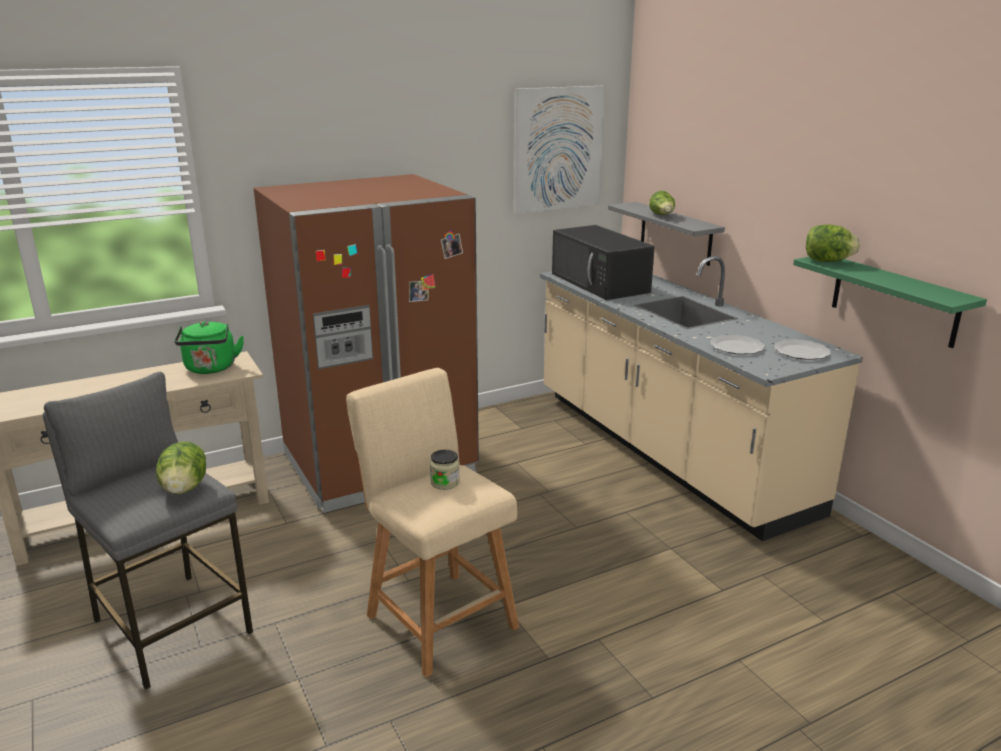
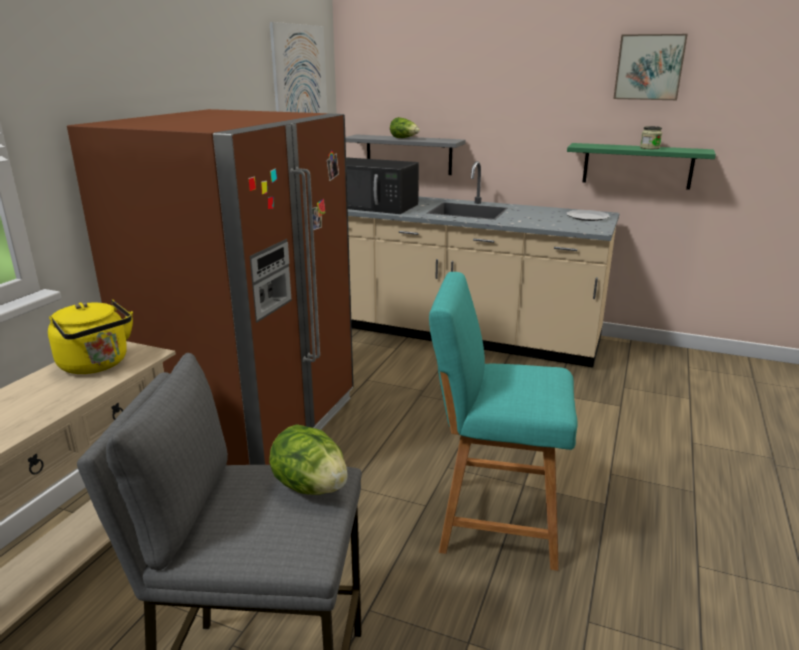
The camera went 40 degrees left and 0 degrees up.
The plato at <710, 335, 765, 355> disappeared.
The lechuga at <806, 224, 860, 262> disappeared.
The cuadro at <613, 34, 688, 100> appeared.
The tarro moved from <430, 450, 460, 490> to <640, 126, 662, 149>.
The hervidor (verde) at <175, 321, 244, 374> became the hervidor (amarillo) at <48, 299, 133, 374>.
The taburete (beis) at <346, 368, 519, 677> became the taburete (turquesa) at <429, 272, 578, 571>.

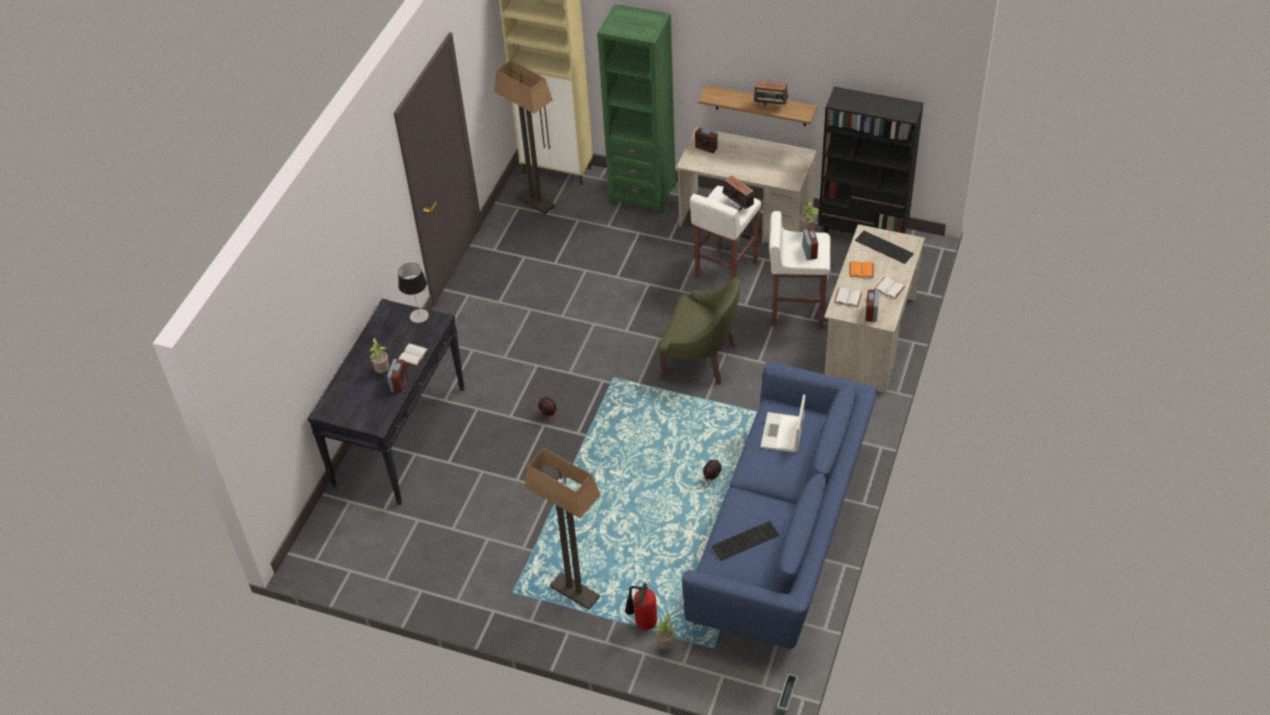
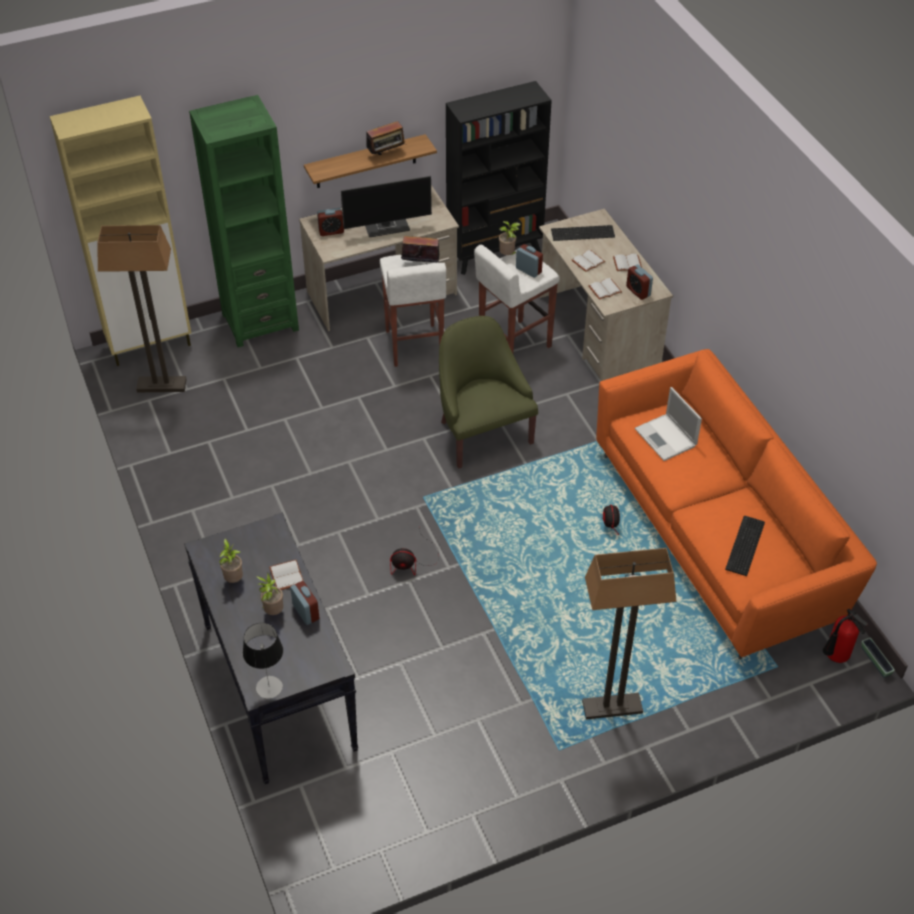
The camera went 45 degrees left and 0 degrees up.
The monitor at <341, 176, 432, 237> appeared.
The lámpara de mesa moved from <398, 263, 429, 323> to <243, 623, 283, 699>.
The extintor moved from <625, 583, 657, 630> to <822, 609, 868, 663>.
The planta en maceta moved from <655, 614, 675, 650> to <219, 538, 243, 583>.
The sofá (azul) at <682, 362, 877, 652> became the sofá (naranja) at <596, 349, 877, 659>.
The libro (naranja) at <850, 261, 874, 278> became the libro (blanco) at <572, 250, 605, 272>.
The sillón (verde) at <658, 277, 740, 385> turned 90 degrees counterclockwise.

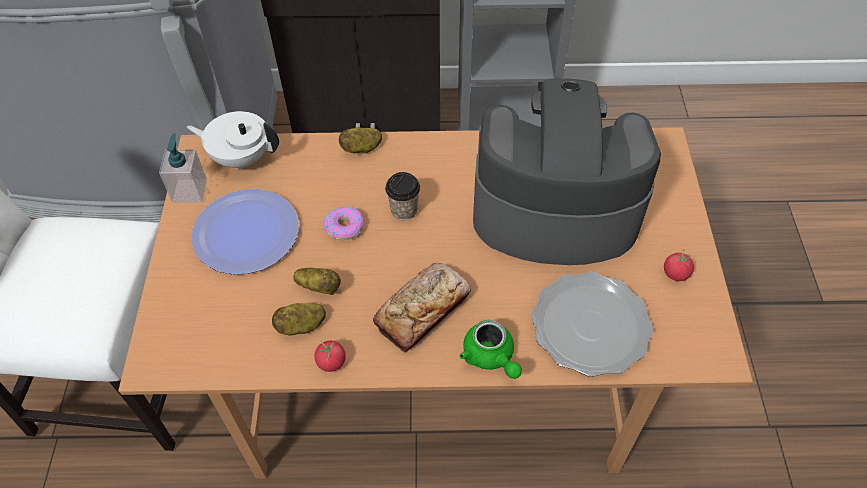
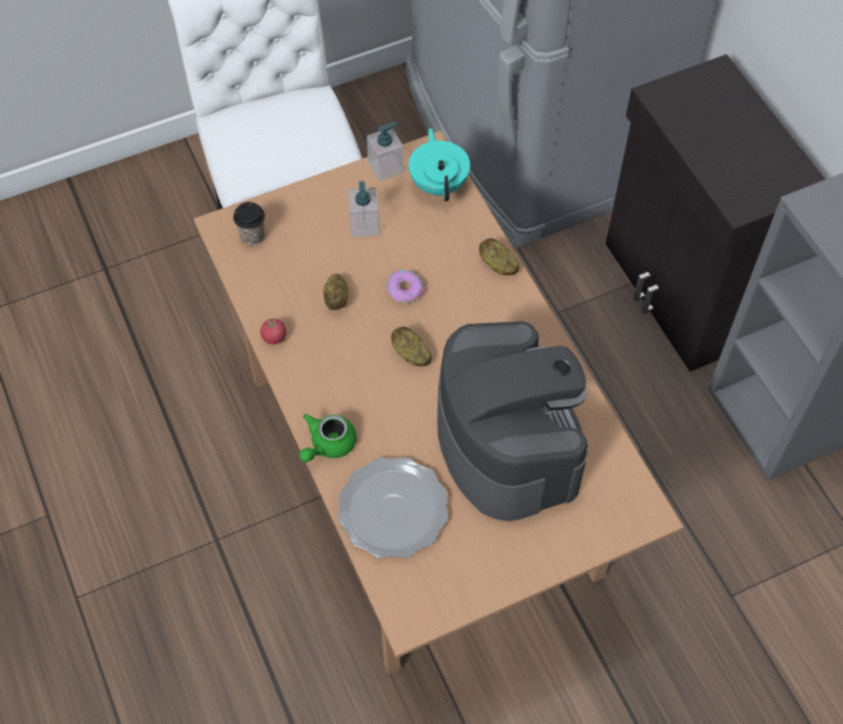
The camera went 65 degrees right and 5 degrees up.
The pan at <373, 263, 471, 353> disappeared.
The tomate at <664, 250, 694, 281> disappeared.
The patata moved from <272, 303, 326, 336> to <391, 326, 432, 366>.
The taza moved from <385, 172, 420, 220> to <233, 202, 265, 245>.
The plato at <191, 189, 299, 275> was replaced by the dispensador de jabón at <348, 181, 379, 237>.
The tetera (blanco) at <187, 111, 279, 169> became the tetera (turquesa) at <409, 128, 470, 201>.

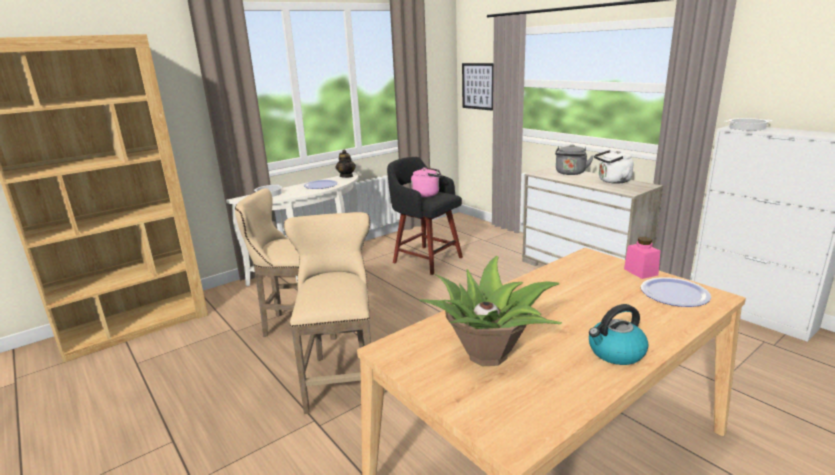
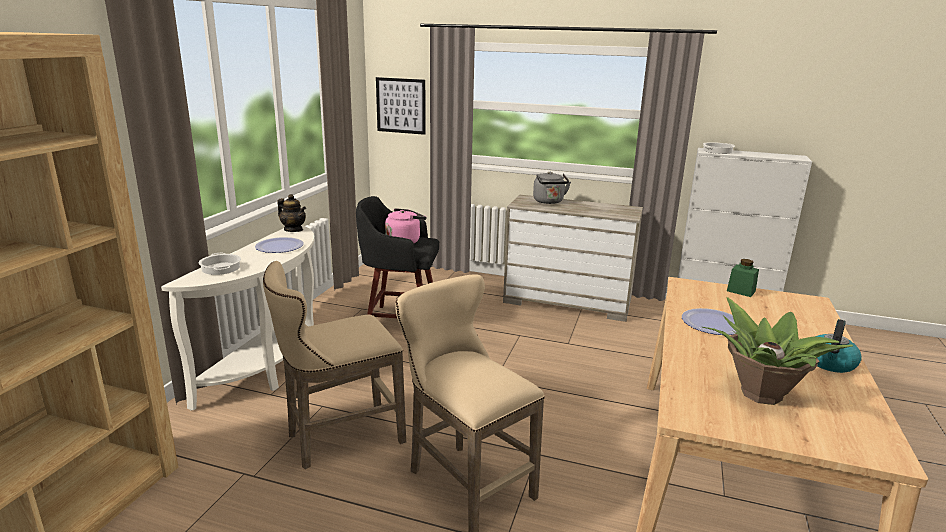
The camera went 35 degrees left and 0 degrees up.
The hervidor (blanco) at <594, 150, 634, 184> disappeared.
The plato moved from <641, 277, 711, 307> to <682, 308, 737, 335>.
The tarro (rosa) at <624, 237, 660, 279> became the tarro (verde) at <727, 259, 759, 297>.

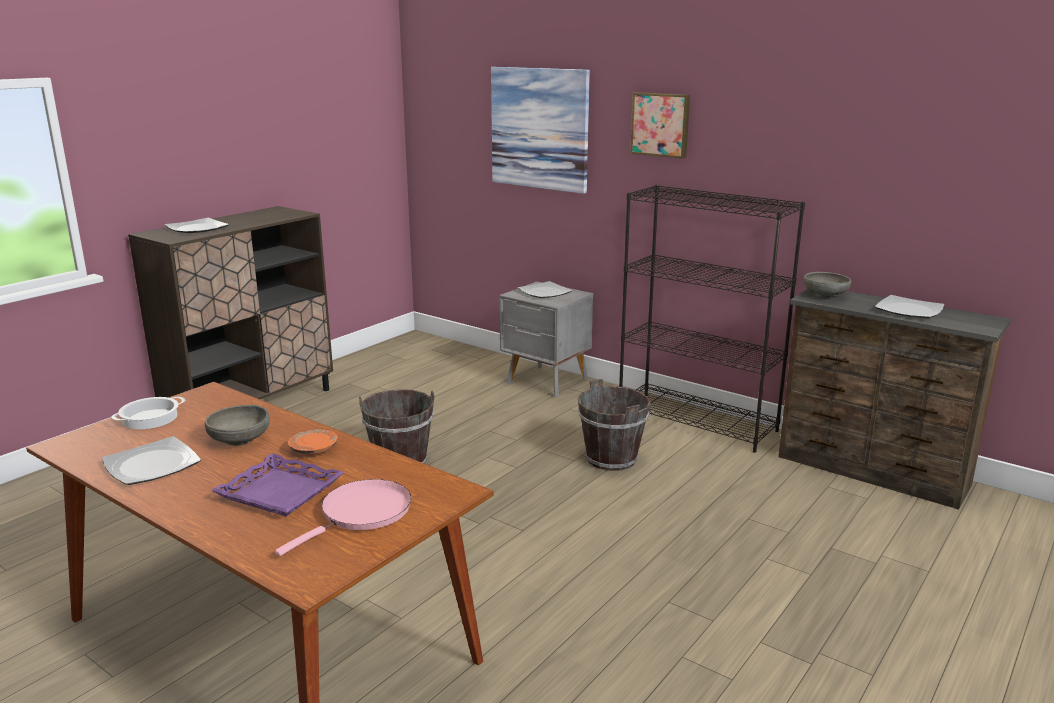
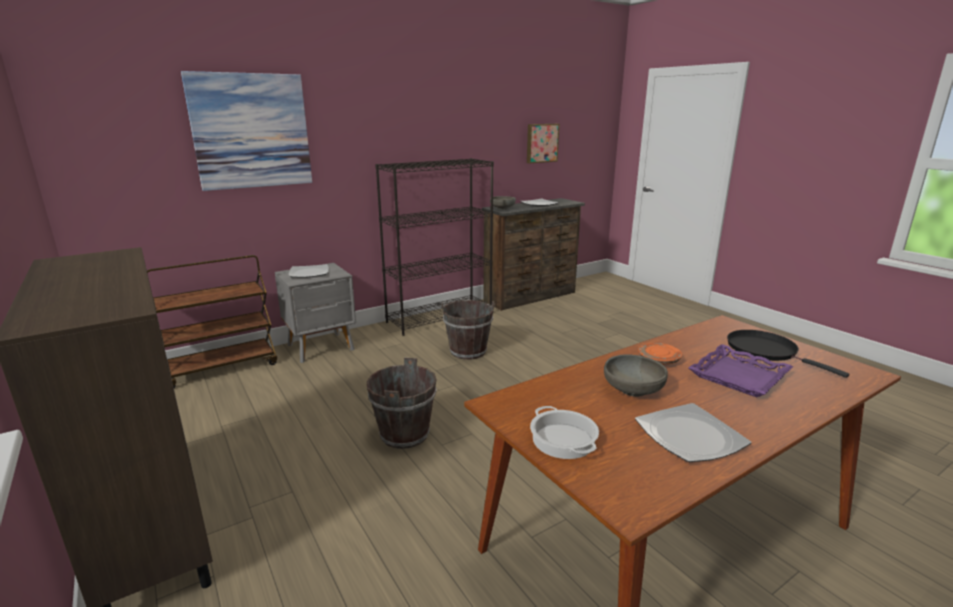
The camera went 70 degrees left and 0 degrees up.
The plato at <165, 218, 229, 233> disappeared.
The carrito (marrón) at <147, 255, 277, 388> appeared.
The cuadro moved from <630, 92, 690, 159> to <527, 124, 560, 163>.
The sartén (rosa) at <275, 479, 411, 556> became the sartén (negro) at <727, 330, 849, 378>.

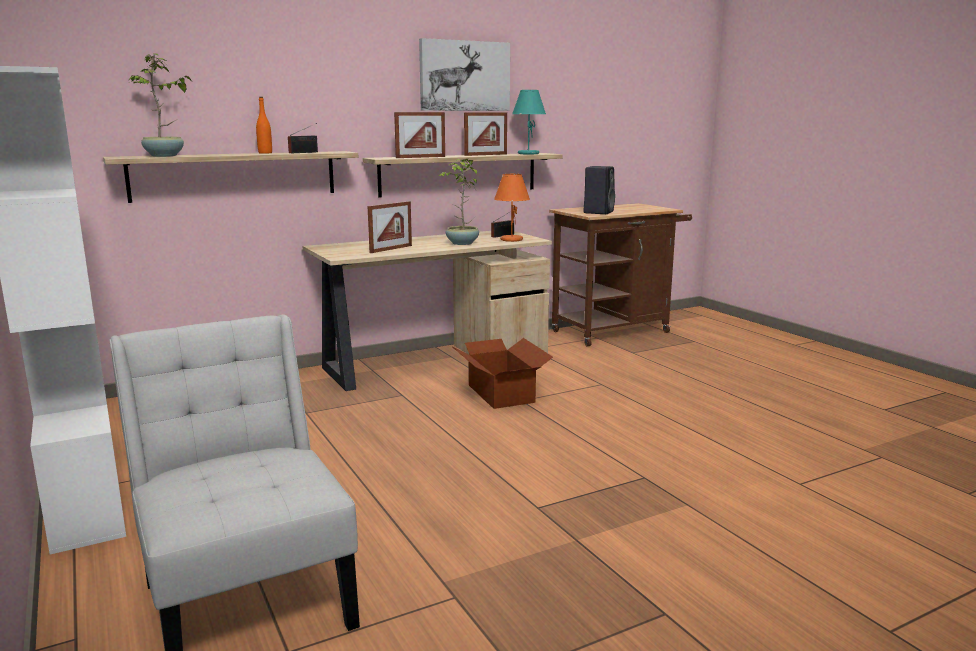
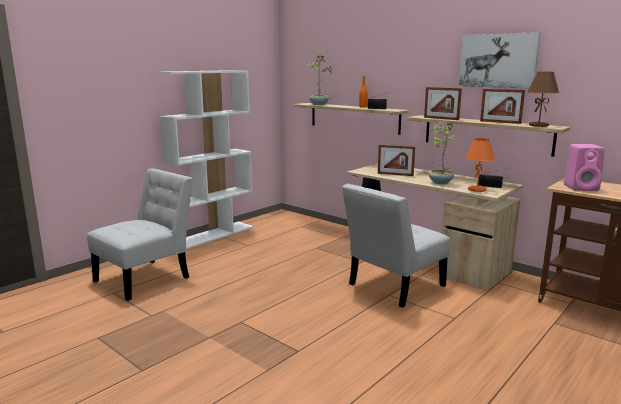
The camera went 70 degrees right and 0 degrees up.
The caja de cartón at <451, 338, 553, 409> was replaced by the silla (blanco) at <342, 184, 450, 308>.
The lámpara de mesa (turquesa) at <512, 90, 546, 154> became the lámpara de mesa (marrón) at <527, 72, 559, 127>.
The altavoz (negro) at <584, 166, 615, 214> became the altavoz (rosa) at <564, 144, 605, 191>.

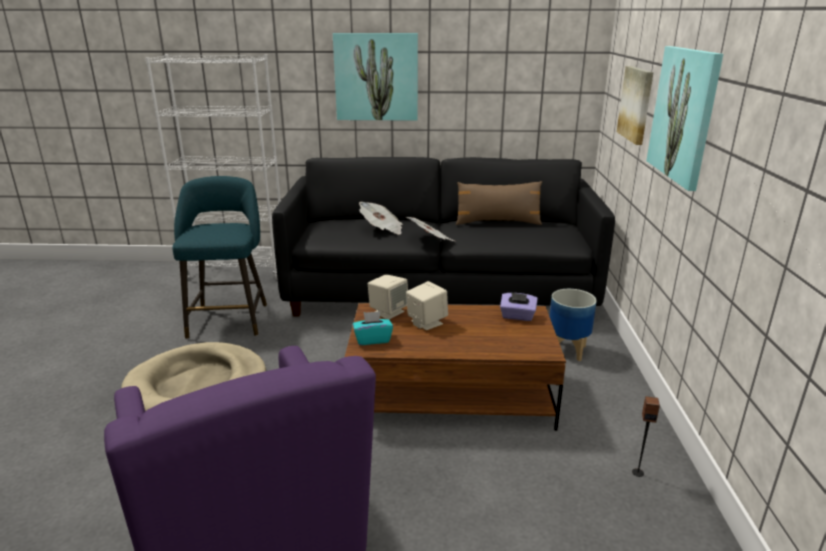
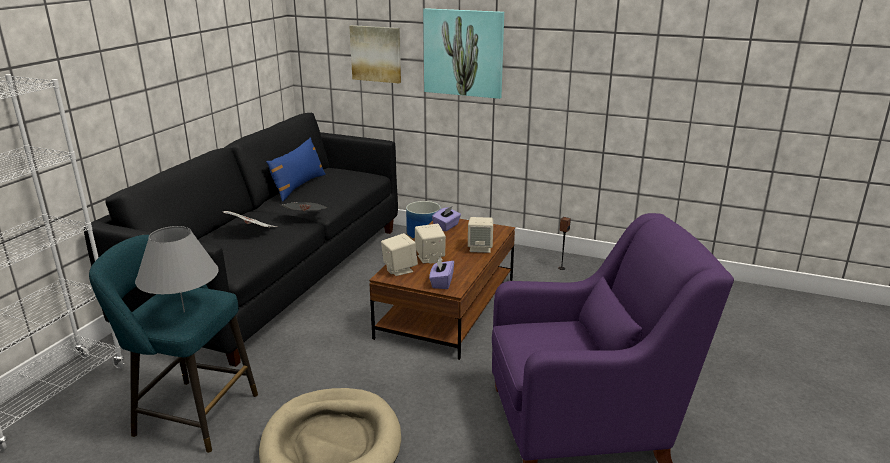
The camera went 70 degrees left and 0 degrees up.
The cuadro at <333, 33, 418, 121> disappeared.
The lámpara de mesa (gris) at <135, 226, 219, 312> appeared.
The altavoz (beis) at <468, 217, 493, 253> appeared.
The caja de pañuelos (turquesa) at <353, 311, 393, 345> became the caja de pañuelos (morado) at <429, 257, 454, 289>.
The cojín (marrón) at <456, 181, 542, 225> became the cojín (azul) at <266, 137, 326, 202>.

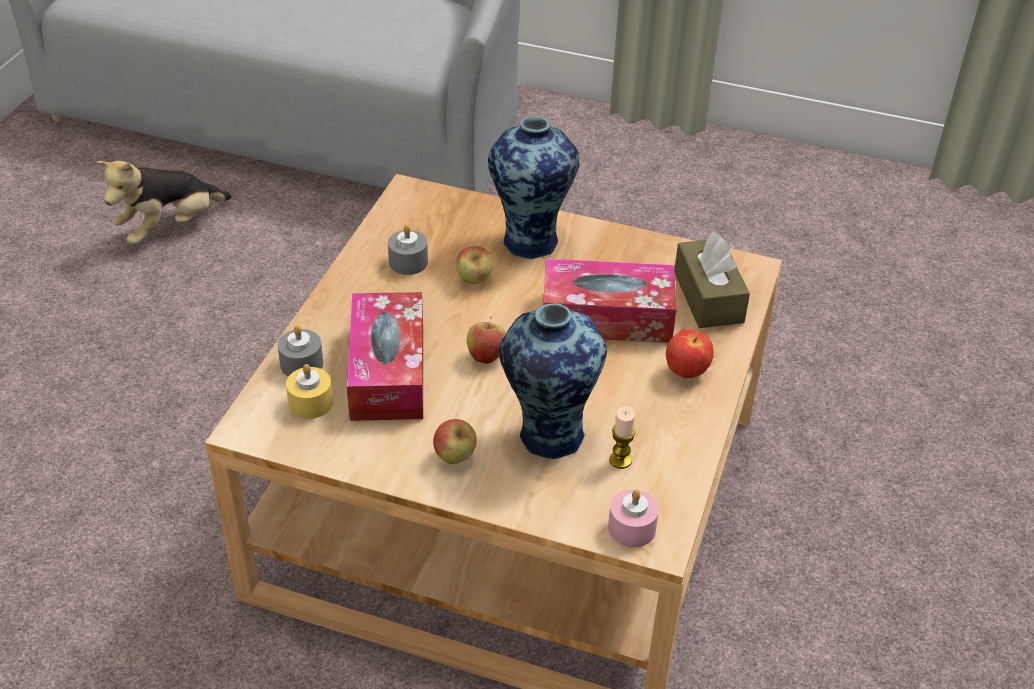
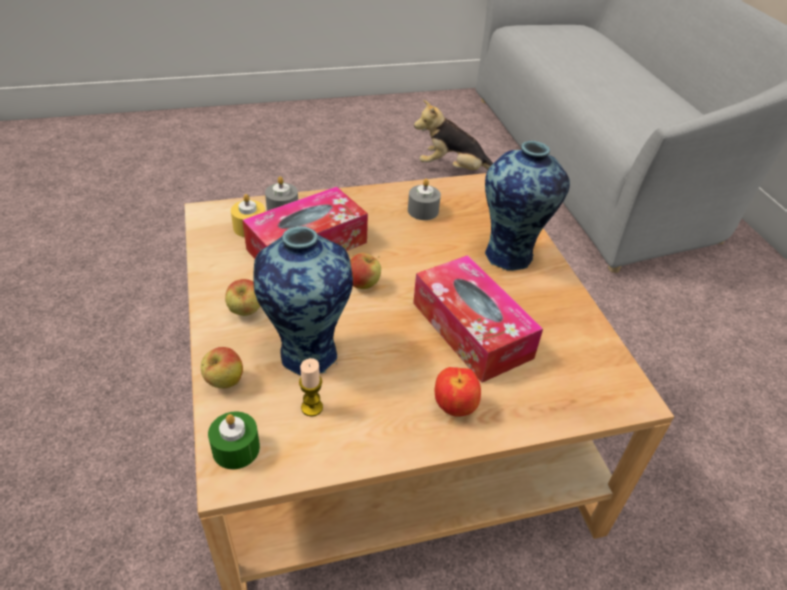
The camera went 55 degrees right and 0 degrees up.
The caja de pañuelos (marrón) at <674, 232, 750, 328> disappeared.
The manzana moved from <456, 246, 493, 284> to <201, 347, 243, 389>.
The vela (rosa) at <608, 489, 659, 547> became the vela (verde) at <208, 412, 260, 469>.

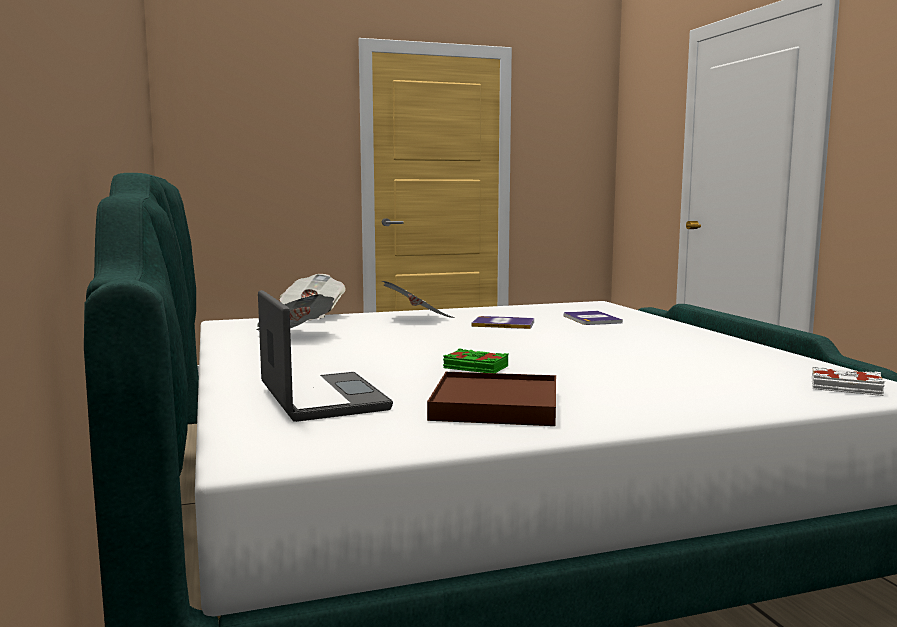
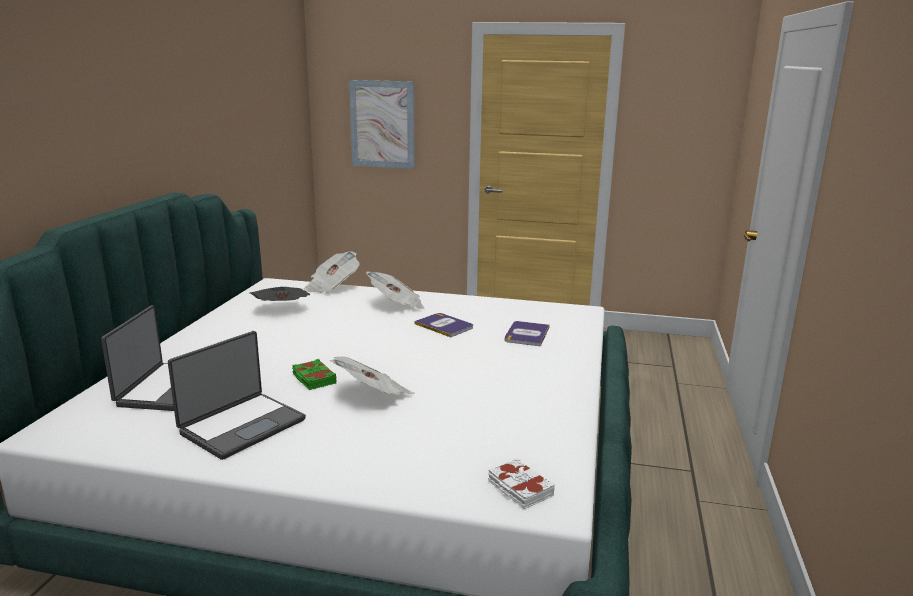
The camera went 30 degrees right and 10 degrees up.
The periódico at <329, 357, 415, 395> appeared.
The cuadro at <349, 80, 415, 169> appeared.
The bandeja (marrón) at <427, 372, 556, 426> was replaced by the portátil at <168, 331, 306, 460>.

